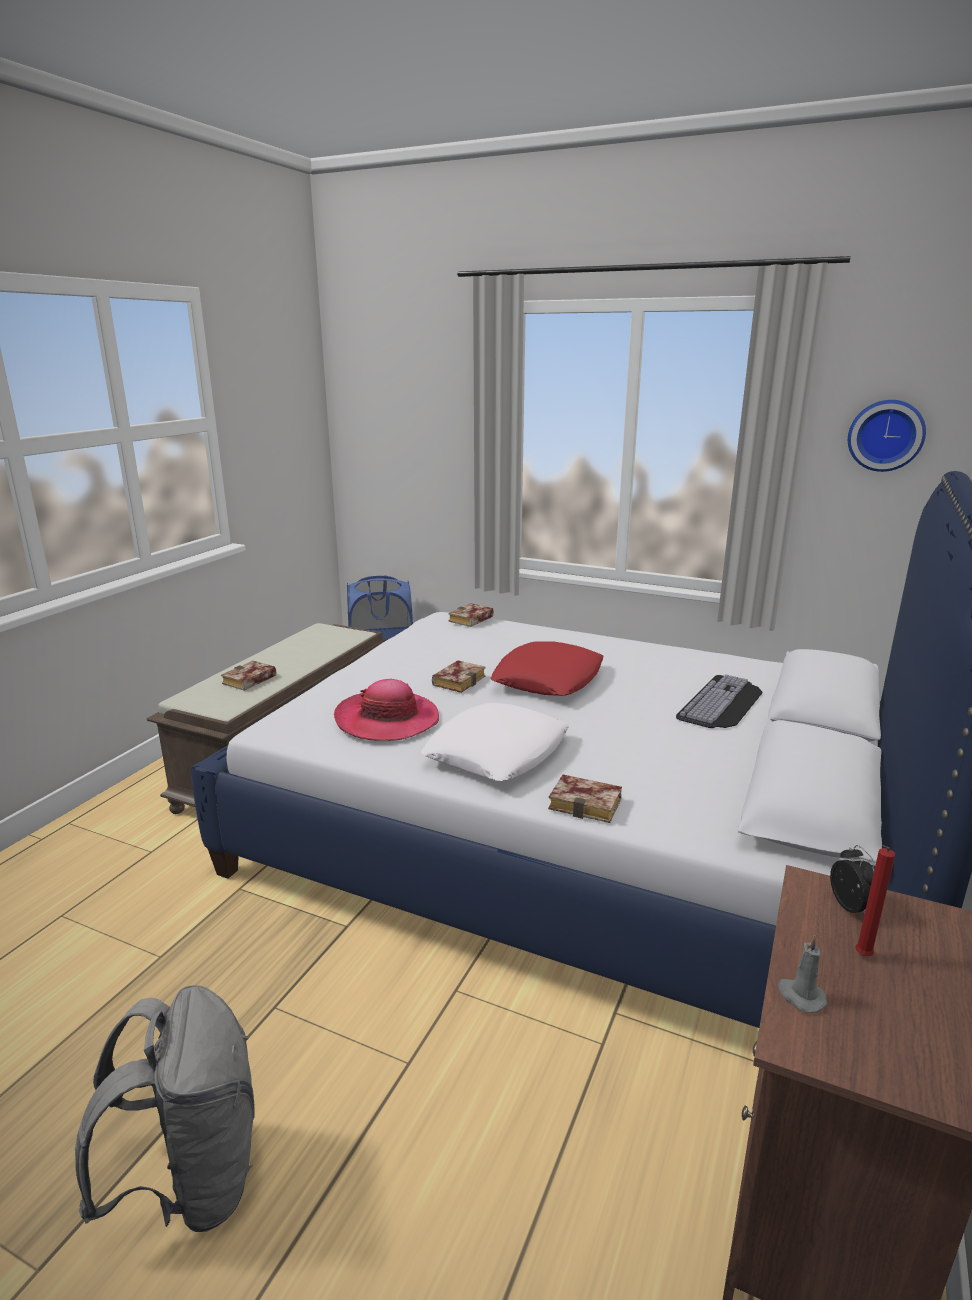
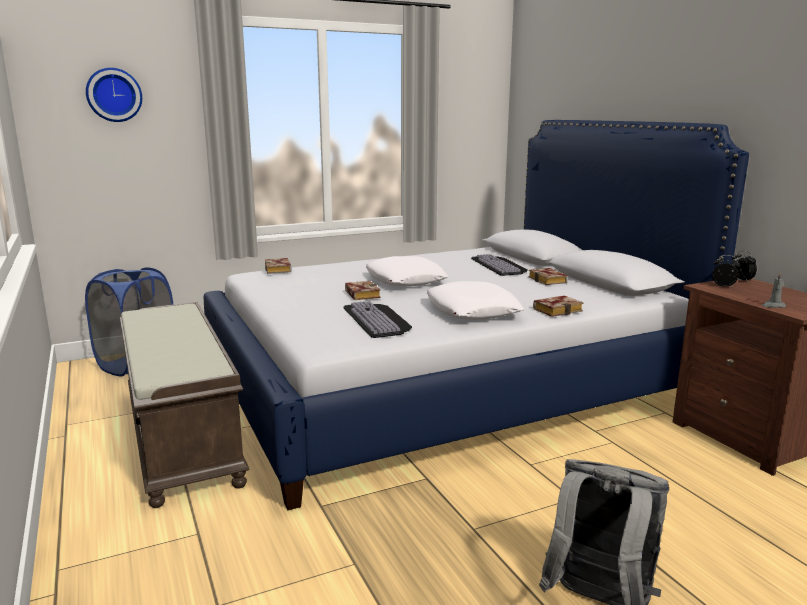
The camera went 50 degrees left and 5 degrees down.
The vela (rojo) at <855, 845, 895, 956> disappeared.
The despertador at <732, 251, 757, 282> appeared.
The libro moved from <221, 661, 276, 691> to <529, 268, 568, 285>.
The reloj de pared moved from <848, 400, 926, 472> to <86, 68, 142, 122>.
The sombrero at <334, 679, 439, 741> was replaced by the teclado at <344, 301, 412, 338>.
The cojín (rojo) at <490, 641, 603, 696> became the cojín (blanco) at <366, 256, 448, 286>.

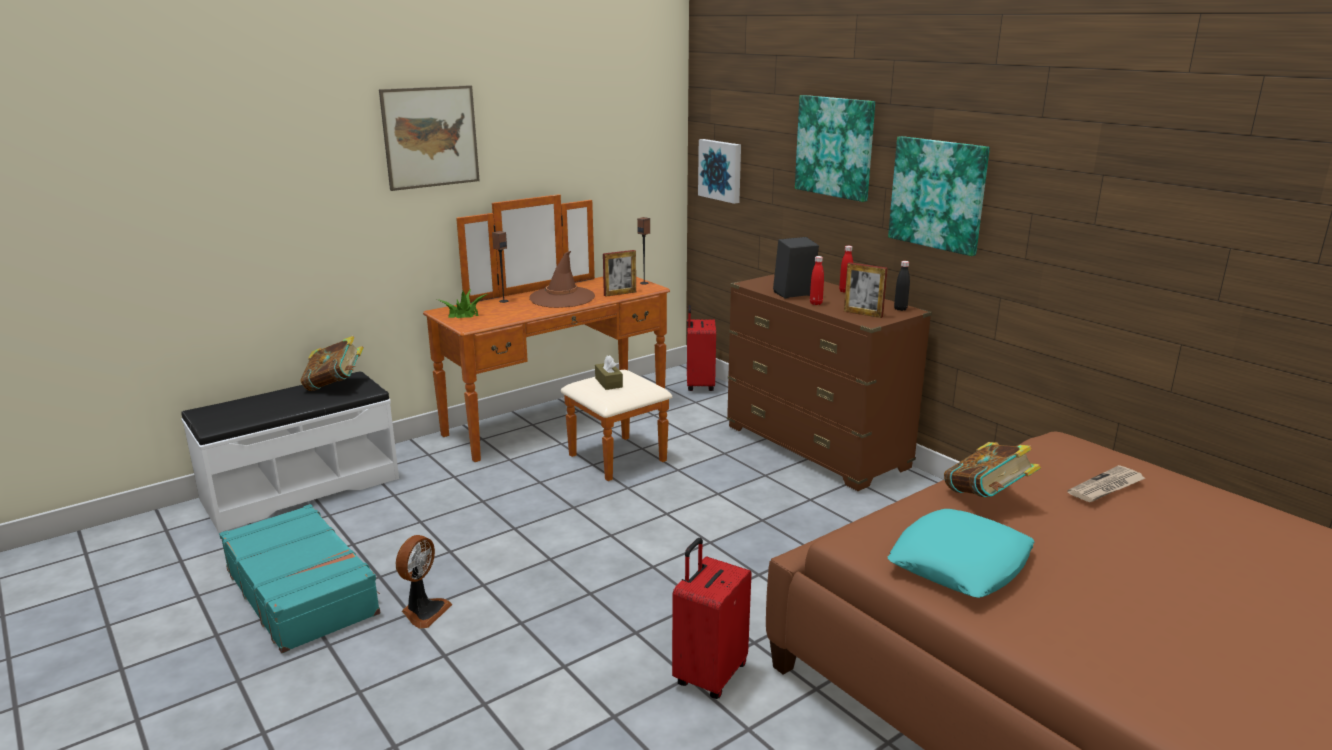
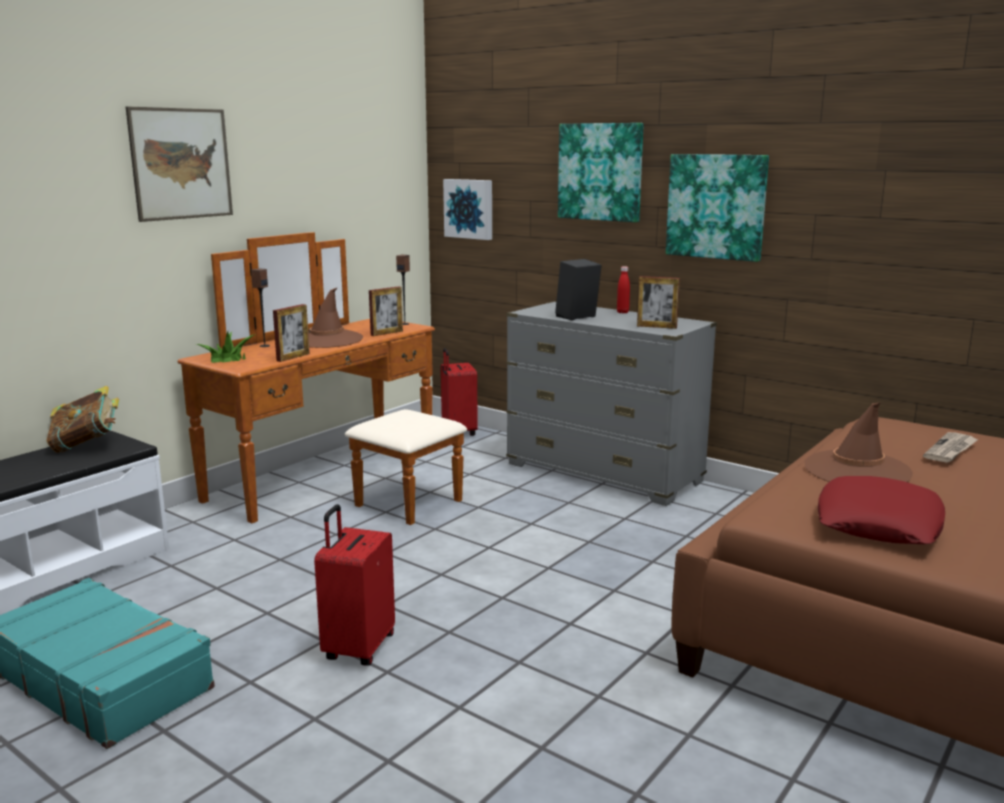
The camera went 15 degrees left and 5 degrees down.
The ventilador at <396, 535, 452, 629> disappeared.
The caja de pañuelos (marrón) at <595, 355, 623, 390> disappeared.
The botella (rojo) at <810, 256, 824, 305> disappeared.
The botella (negro) at <894, 261, 910, 311> disappeared.
The portarretratos at <273, 304, 310, 362> appeared.
The maleta (rojo) moved from <672, 538, 752, 699> to <314, 504, 395, 666>.
The libro at <944, 442, 1041, 497> was replaced by the sombrero (marrón) at <805, 403, 913, 482>.
The cómoda (marrón) at <727, 274, 932, 491> became the cómoda (gris) at <506, 301, 717, 506>.
The cojín (turquesa) at <887, 509, 1035, 598> became the cojín (rojo) at <818, 476, 945, 544>.

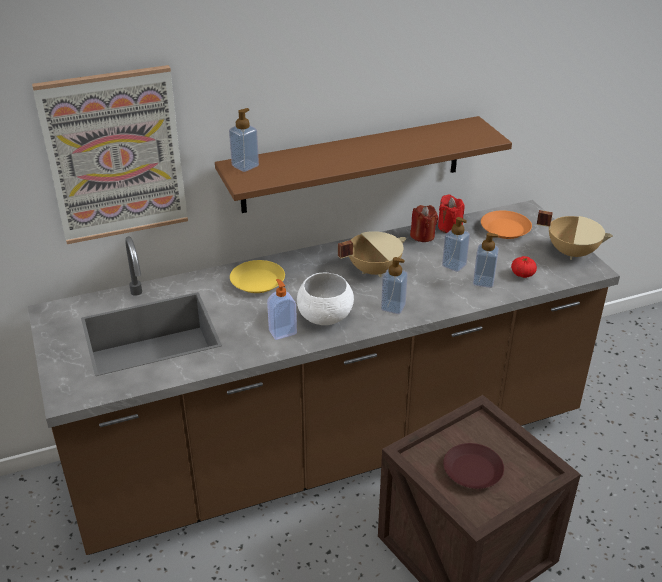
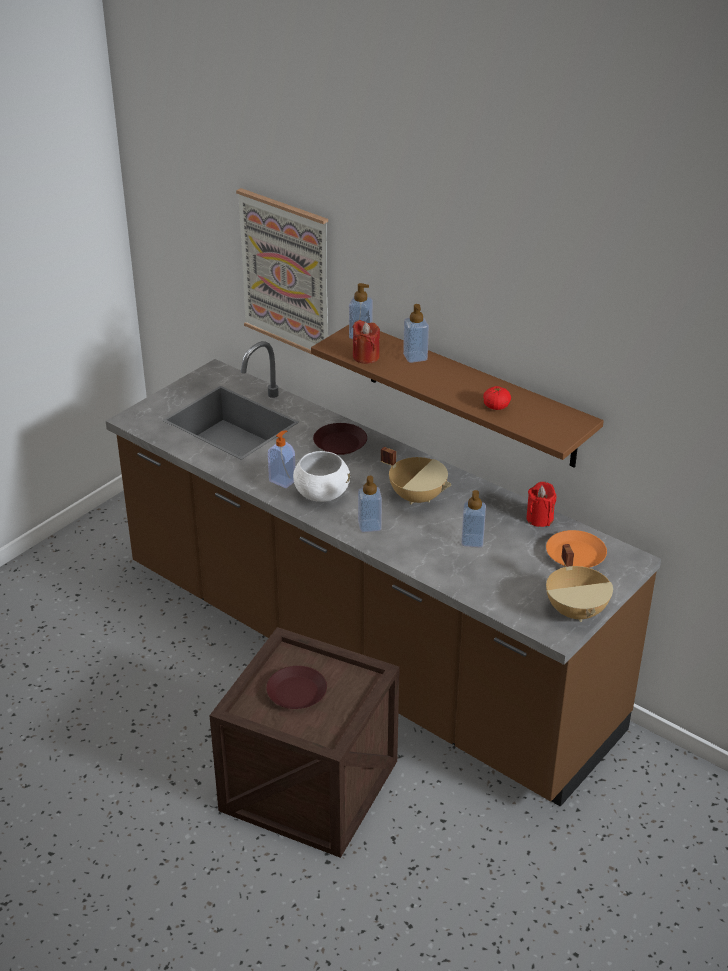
The camera went 60 degrees right and 0 degrees up.
The vela (rojo) moved from <410, 205, 438, 242> to <353, 320, 380, 364>.
The dispensador de jabón moved from <473, 233, 499, 288> to <403, 304, 429, 363>.
The tomate moved from <511, 256, 537, 278> to <483, 386, 511, 410>.
The plato (amarillo) at <230, 260, 285, 293> became the plato (marrón) at <313, 423, 367, 455>.

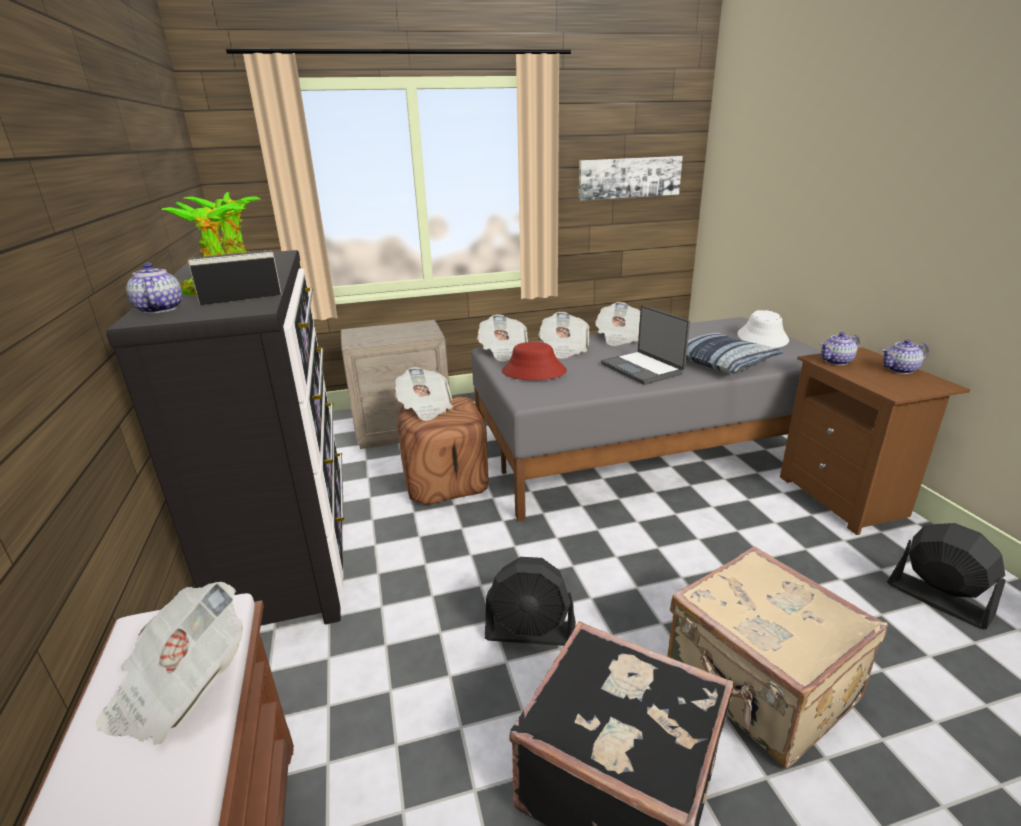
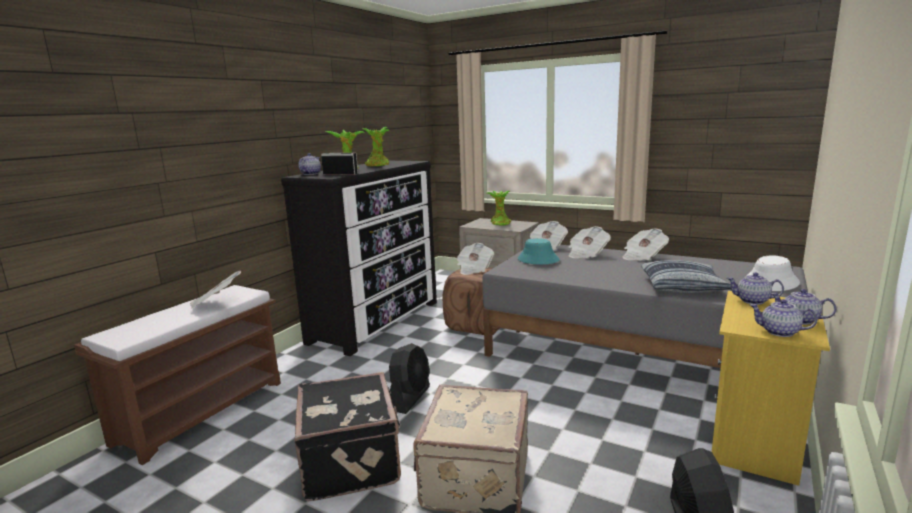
The camera went 45 degrees right and 10 degrees down.
The cuadro at <579, 156, 683, 201> disappeared.
The portátil at <601, 305, 690, 385> disappeared.
The planta en maceta at <487, 191, 511, 226> appeared.
The tetera at <750, 299, 818, 337> appeared.
The sombrero (rojo) at <502, 342, 567, 380> became the sombrero (turquesa) at <518, 238, 559, 264>.
The mesita de noche (marrón) at <780, 348, 970, 535> became the mesita de noche (amarillo) at <712, 291, 830, 486>.
The ventilador (negro) at <485, 557, 576, 646> turned 120 degrees counterclockwise.

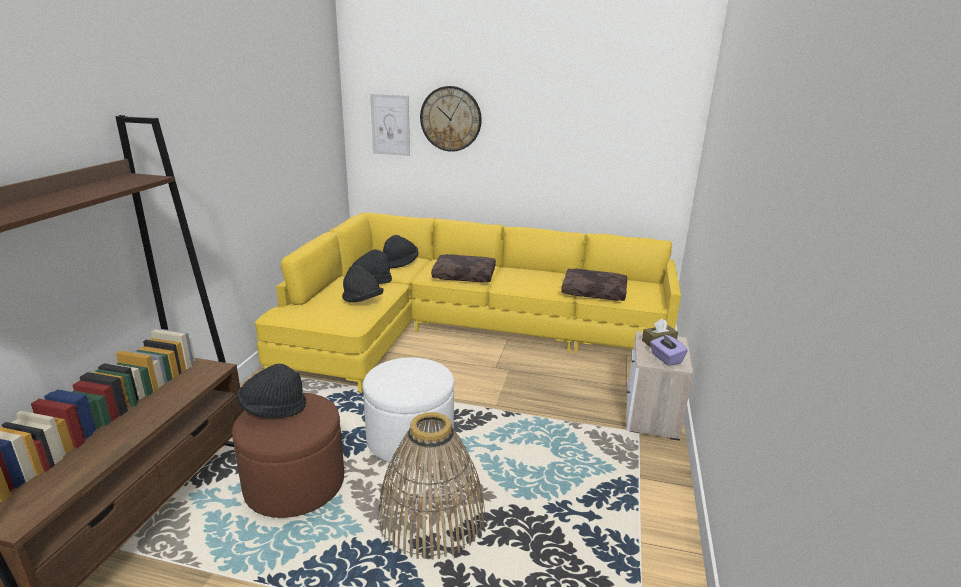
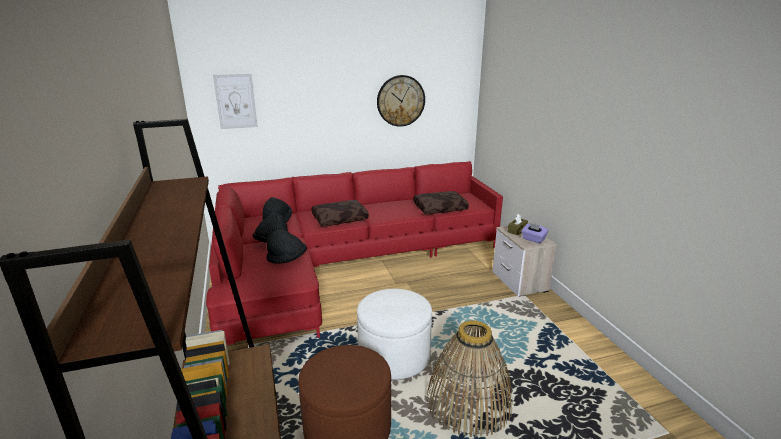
The camera went 30 degrees left and 0 degrees up.
The sombrero (negro) at <237, 364, 306, 418> disappeared.
The reloj de pared moved from <420, 86, 482, 152> to <377, 75, 425, 127>.
The sofá (amarillo) at <255, 213, 681, 393> became the sofá (rojo) at <206, 161, 503, 345>.

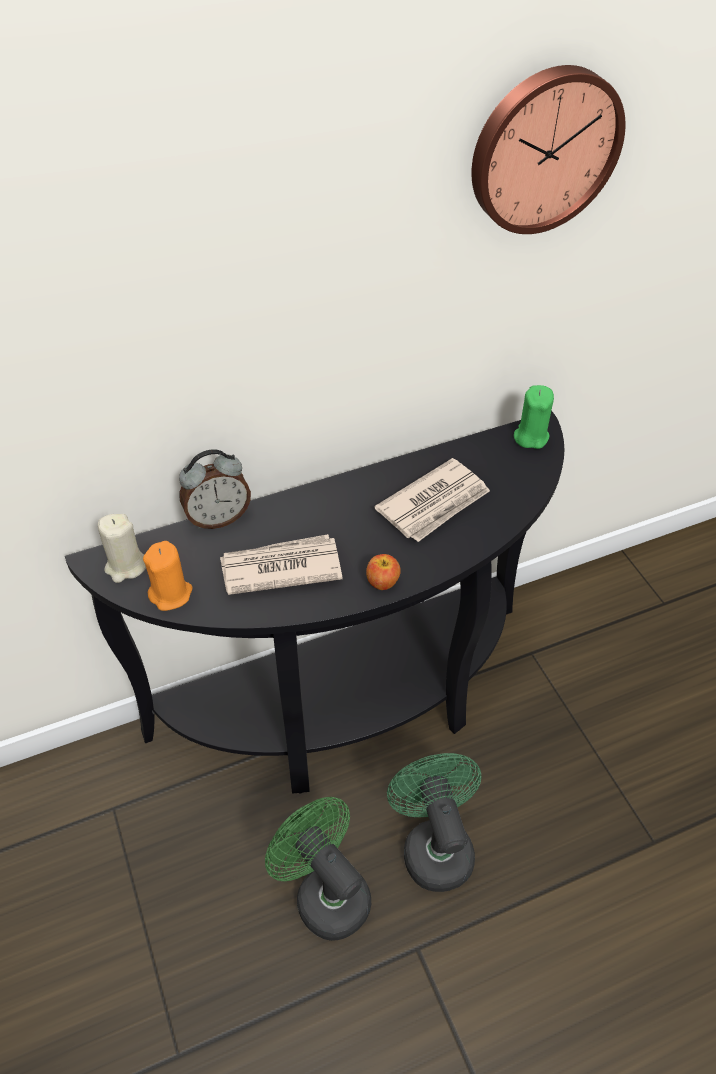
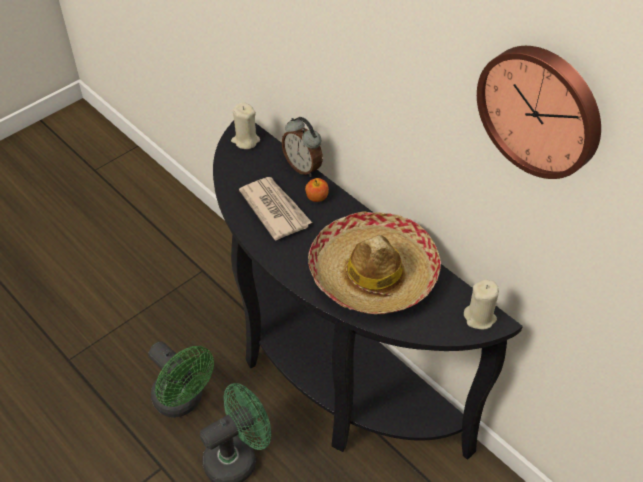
The camera went 70 degrees right and 0 degrees up.
The vela (naranja) at <143, 541, 192, 611> disappeared.
The manzana moved from <366, 554, 401, 590> to <305, 178, 329, 202>.
The periódico at <374, 458, 490, 542> was replaced by the sombrero at <308, 211, 441, 314>.
The vela (verde) at <514, 385, 554, 449> became the vela (beis) at <464, 279, 499, 329>.
The ventilador (verde) at <265, 797, 371, 941> turned 105 degrees clockwise.

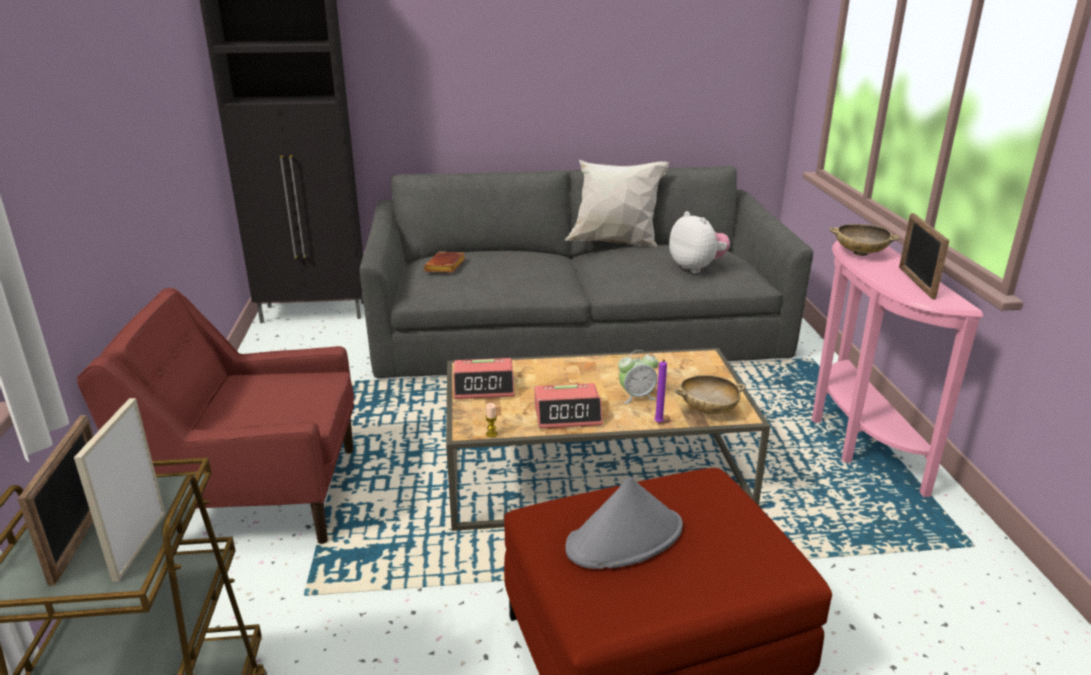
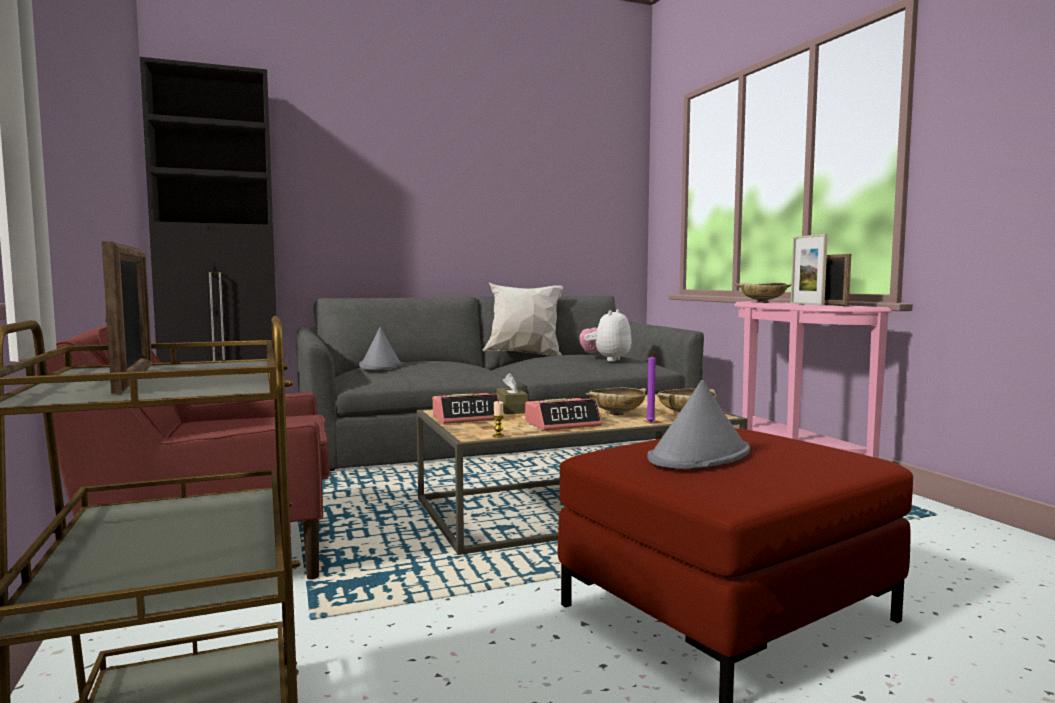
The camera went 15 degrees left and 20 degrees down.
The caja de pañuelos (marrón) at <496, 373, 528, 414> appeared.
The portarretratos moved from <74, 398, 166, 582> to <791, 234, 828, 306>.
The libro (marrón) at <424, 252, 466, 273> was replaced by the sombrero (gris) at <359, 327, 402, 370>.
The despertador at <618, 350, 658, 404> was replaced by the cuenco (beis) at <586, 388, 646, 415>.
The peluche at <669, 211, 730, 273> turned 105 degrees counterclockwise.

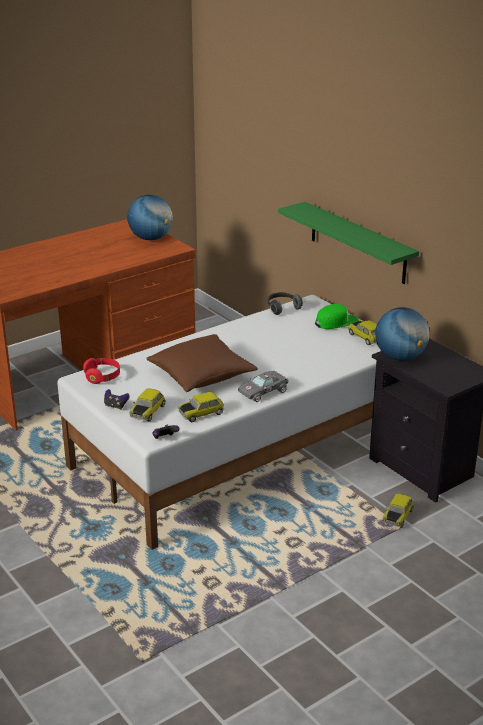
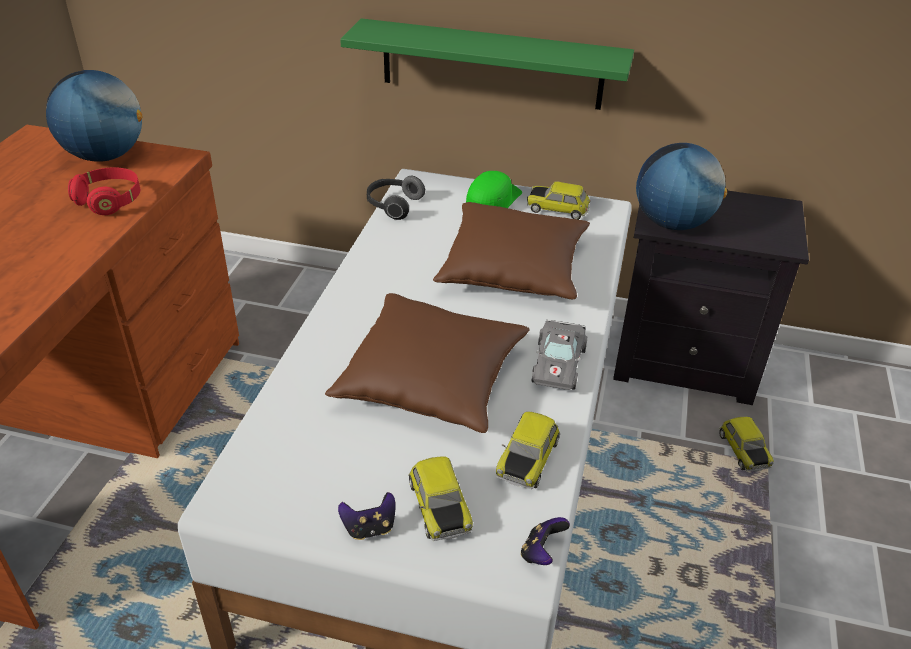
The camera went 40 degrees left and 10 degrees up.
The cojín (marrón) at <433, 202, 590, 299> appeared.
The auriculares (rojo) moved from <83, 358, 120, 384> to <68, 167, 140, 215>.

